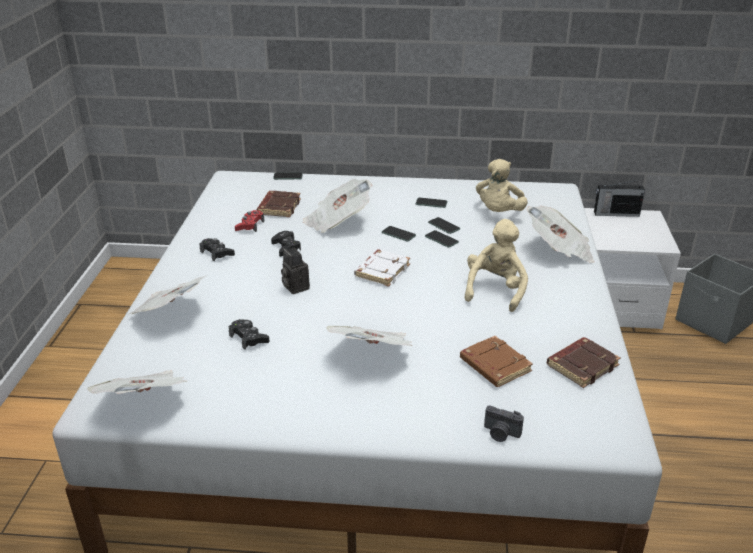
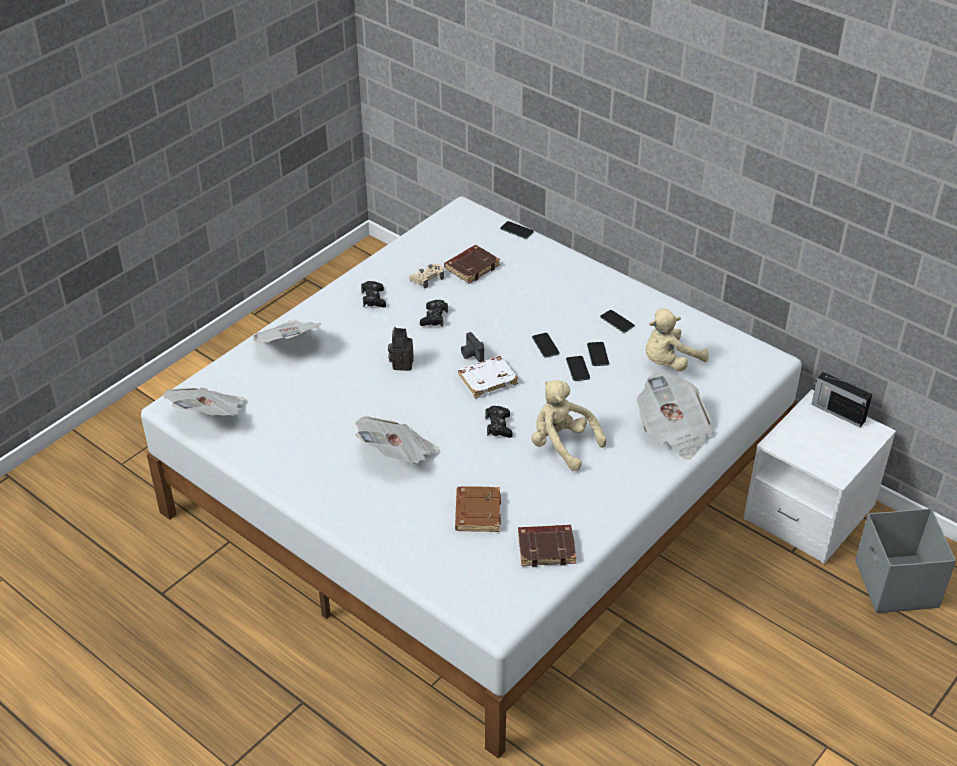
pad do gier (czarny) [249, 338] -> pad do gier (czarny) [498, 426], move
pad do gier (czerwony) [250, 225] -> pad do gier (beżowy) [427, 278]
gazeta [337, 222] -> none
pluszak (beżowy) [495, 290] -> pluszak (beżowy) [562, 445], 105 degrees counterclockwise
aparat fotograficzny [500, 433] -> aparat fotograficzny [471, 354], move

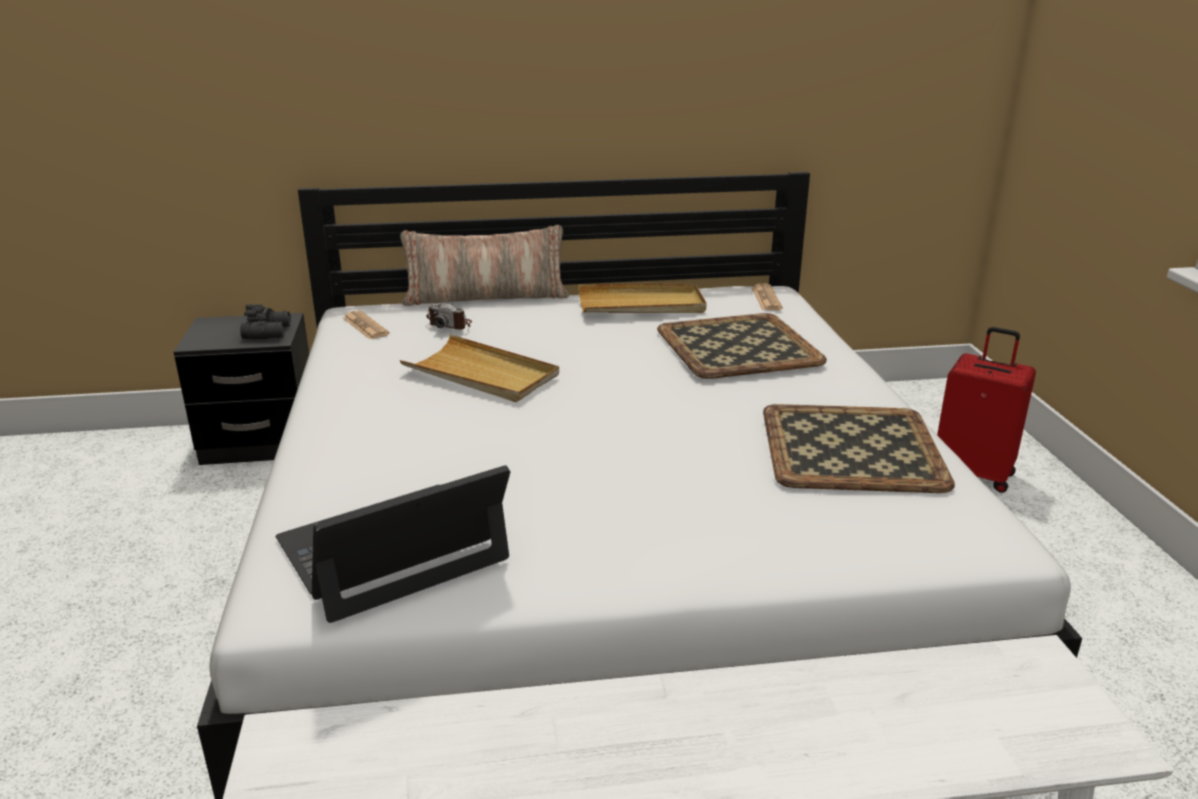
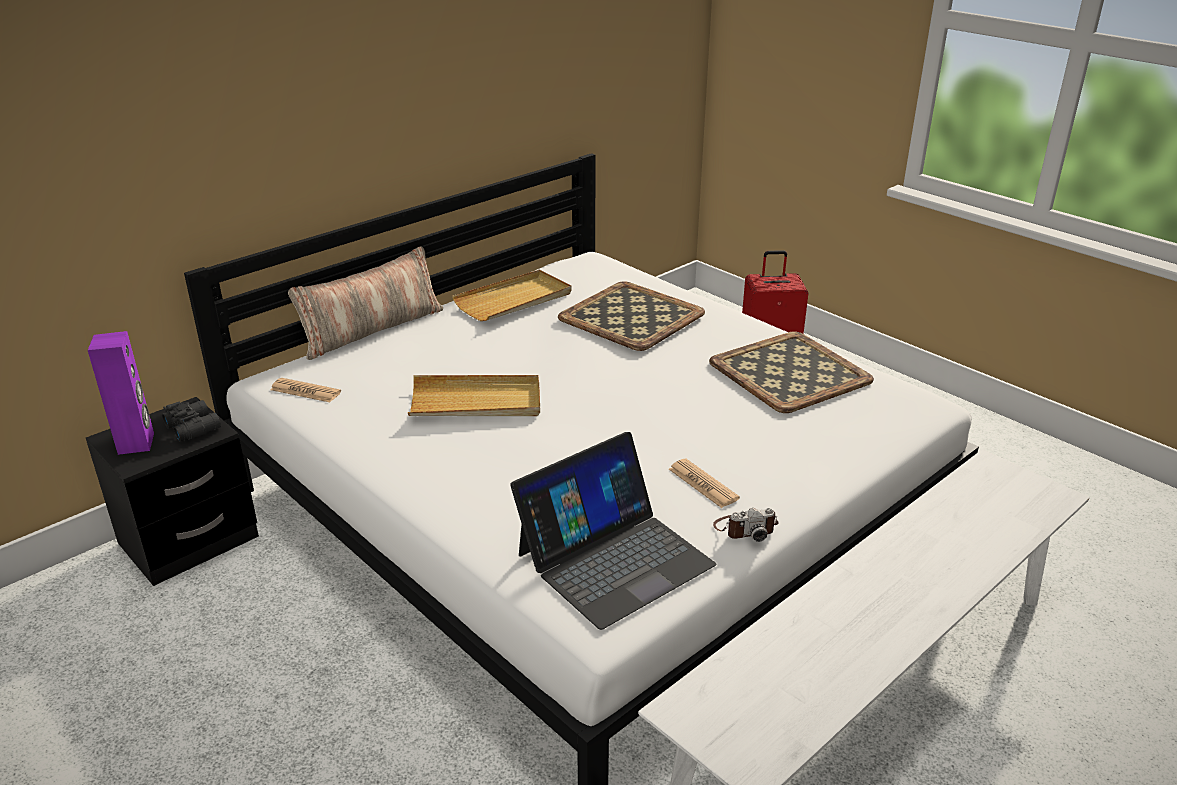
laptop [392, 550] -> laptop [614, 558], 150 degrees counterclockwise
aparat fotograficzny [450, 324] -> aparat fotograficzny [745, 528], move
gazeta [766, 298] -> gazeta [703, 484], move
none -> głośnik (fioletowy) [137, 443]

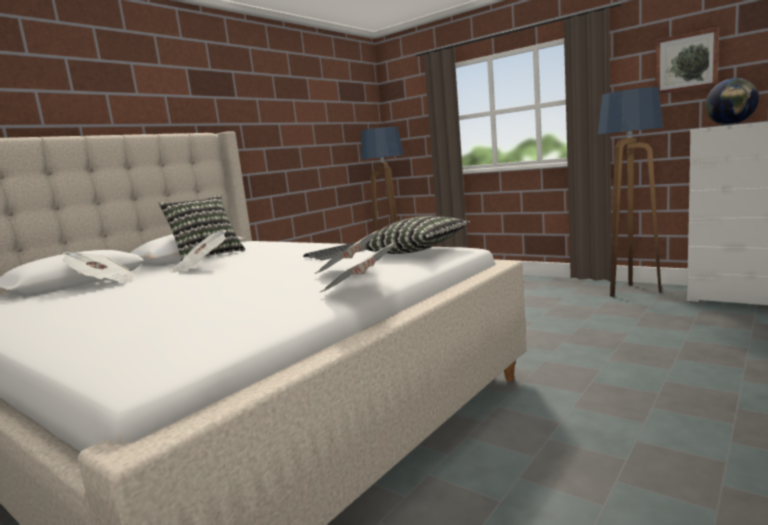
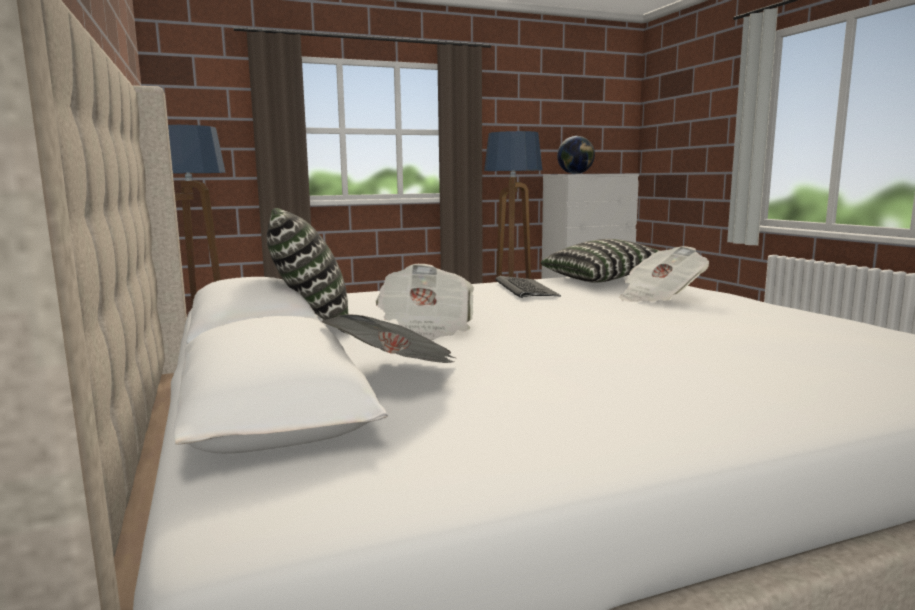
gazeta [360, 290] -> none
obraz [686, 62] -> none

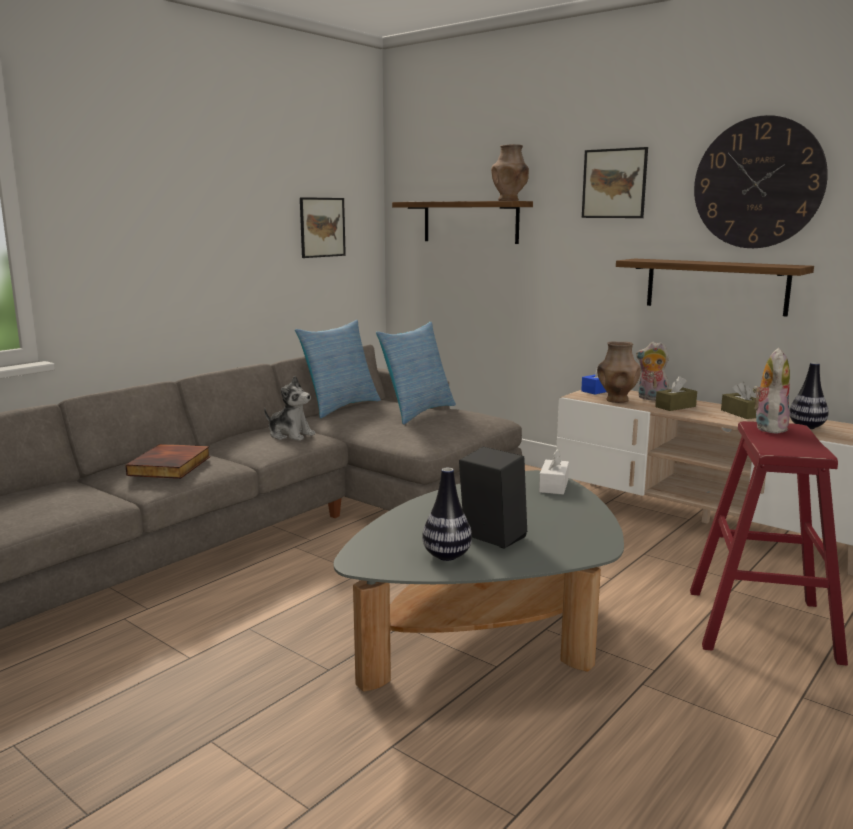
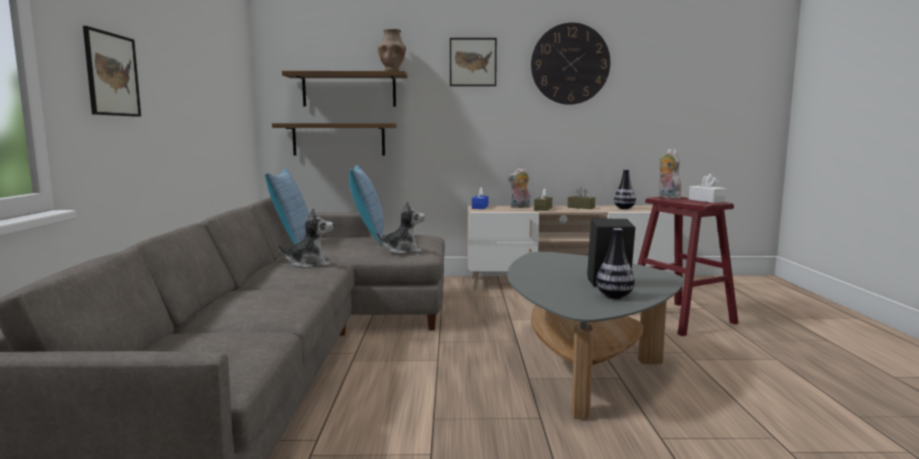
książka [171, 466] -> none
obraz [322, 227] -> obraz [112, 74], move
pudełko chusteczek (biały) [553, 486] -> pudełko chusteczek (biały) [706, 200], move
wazon (brązowy) [617, 400] -> none
półka [715, 286] -> półka [338, 139], move
none -> pluszak [403, 251]

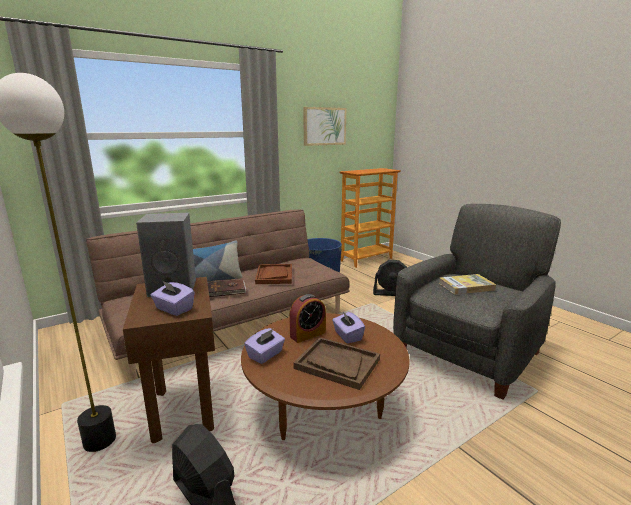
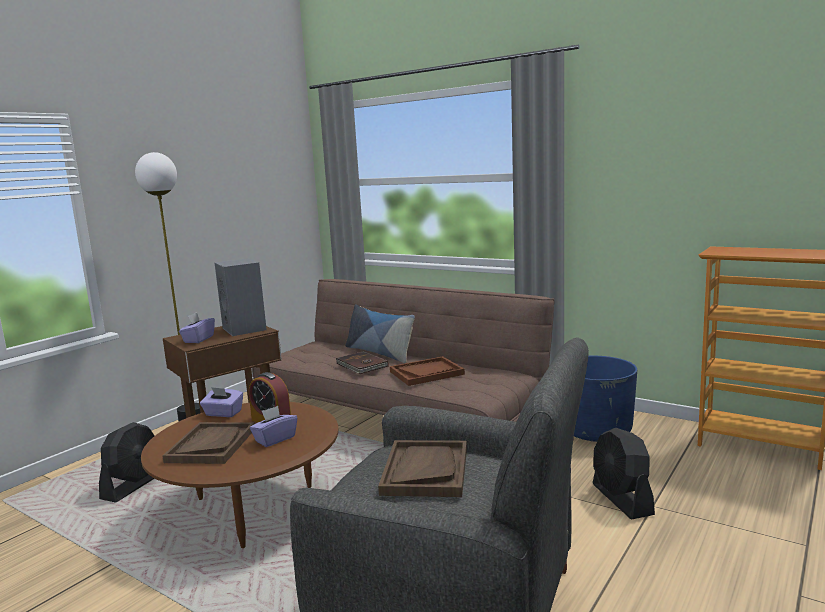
obraz [324, 126] -> none
książka [466, 286] -> taca (brązowy) [425, 470]

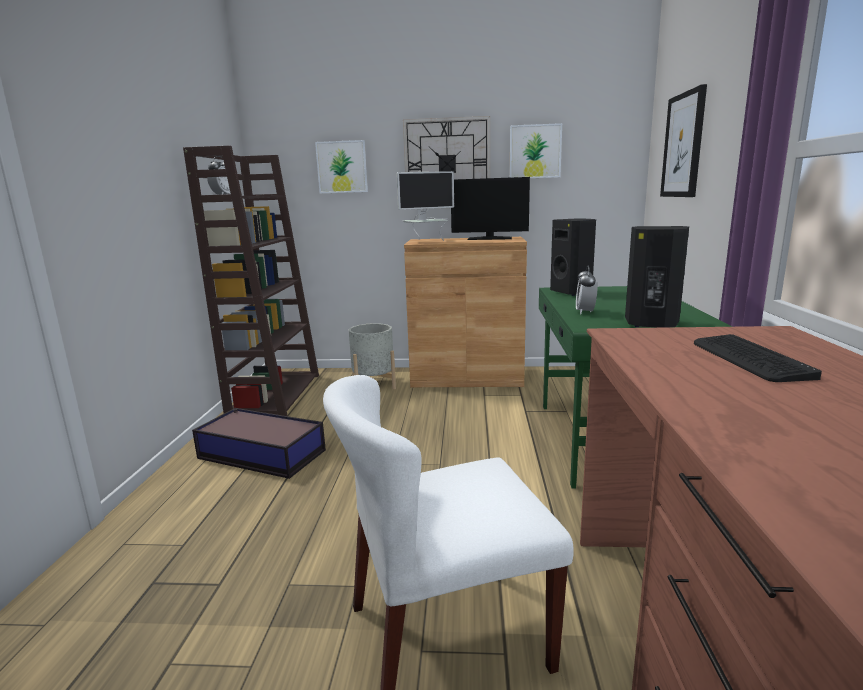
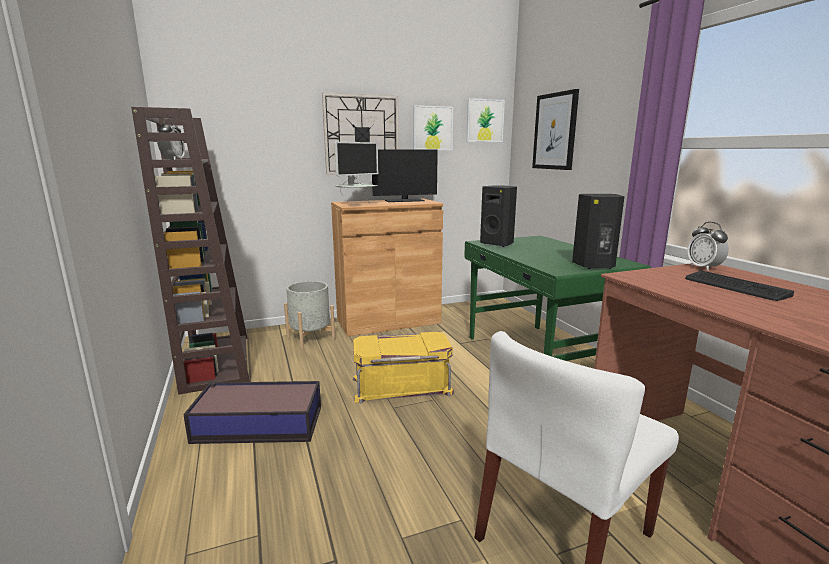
obraz [342, 167] -> obraz [484, 120], move
budzik [585, 312] -> budzik [704, 268], move
none -> pojemnik do przechowywania (żółty) [402, 385]

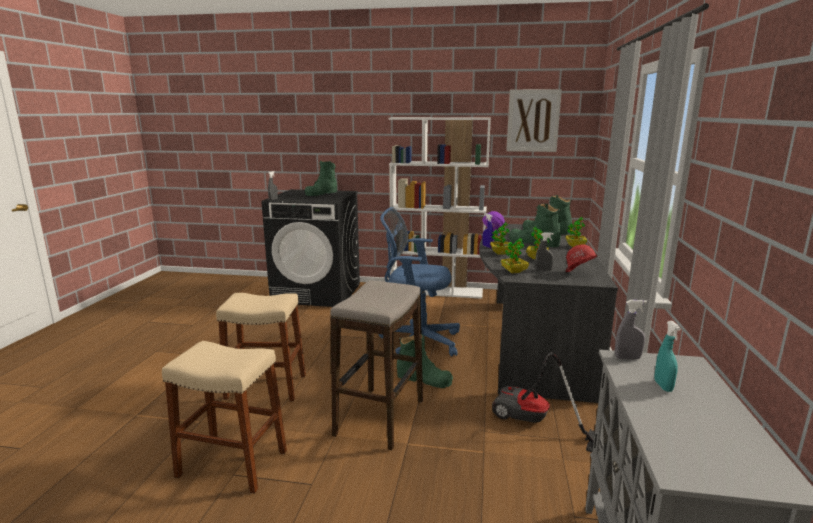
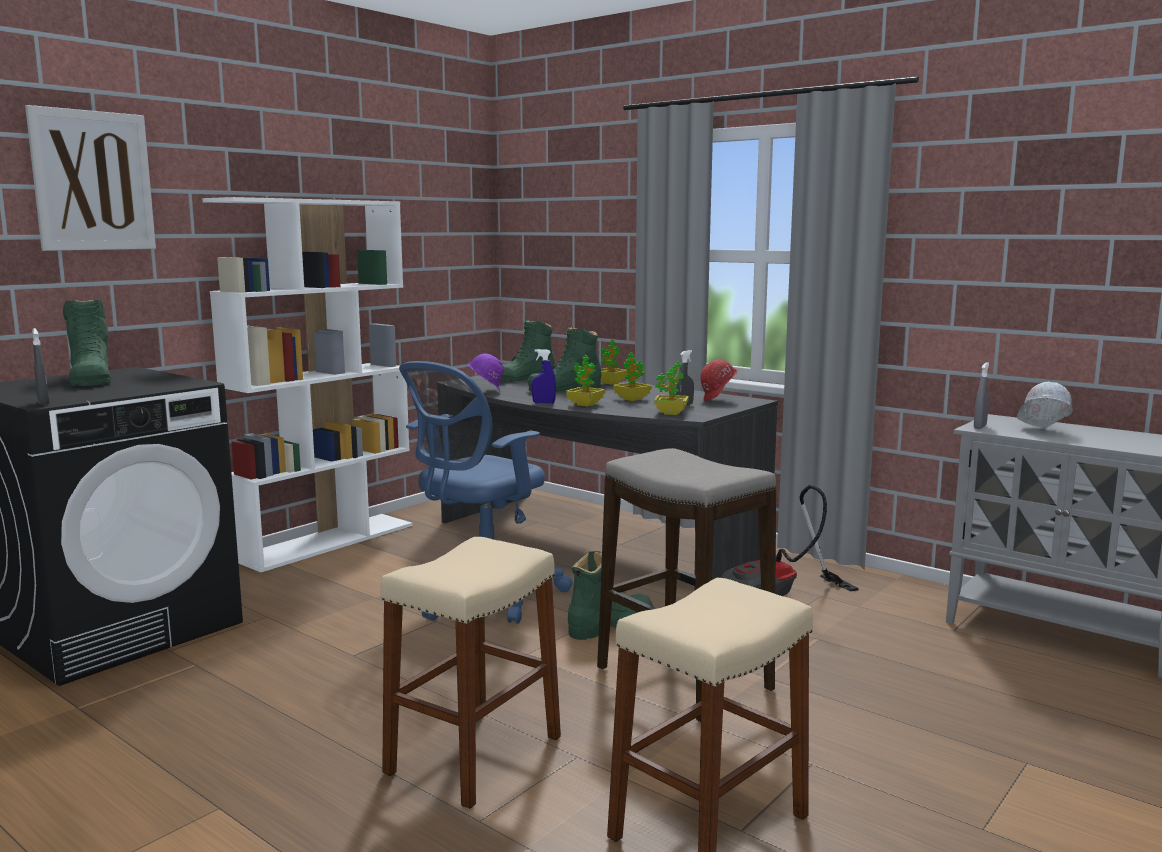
obraz [533, 120] -> obraz [93, 181], move
spryskiwacz (turkusowy) [663, 386] -> kask (biały) [1041, 431]

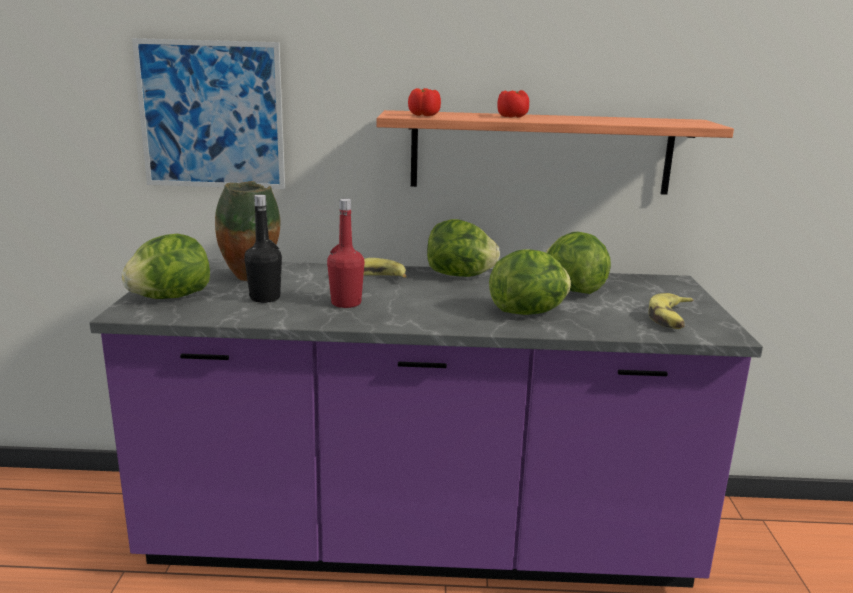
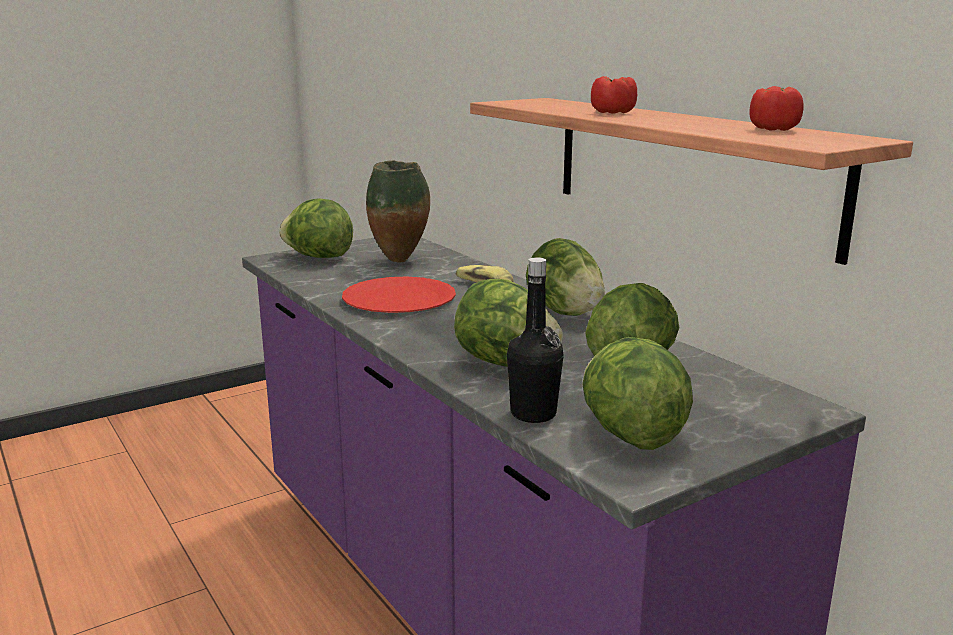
obraz [211, 115] -> none
butelka (czarny) [265, 298] -> butelka (czarny) [533, 414], move
butelka (czerwony) [346, 303] -> talerz (czerwony) [398, 299]
pomidor [424, 115] -> pomidor [774, 129], move
banan [671, 319] -> sałata [629, 435]

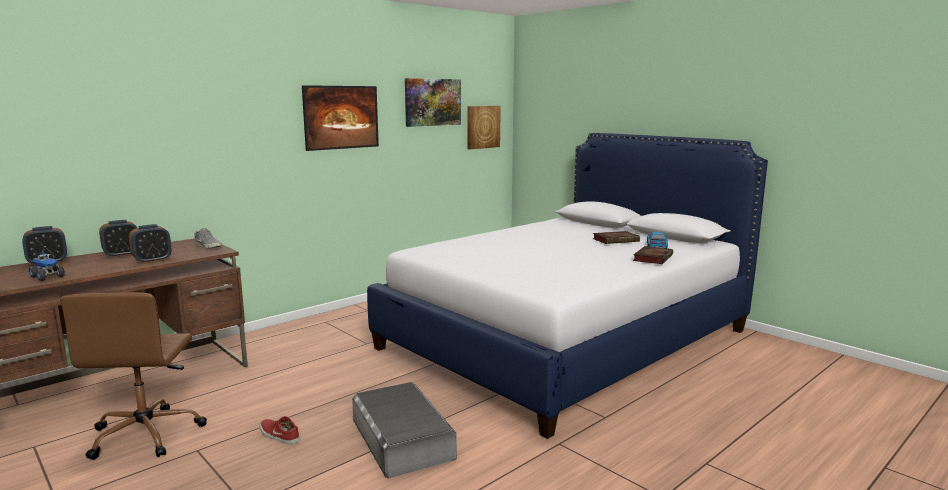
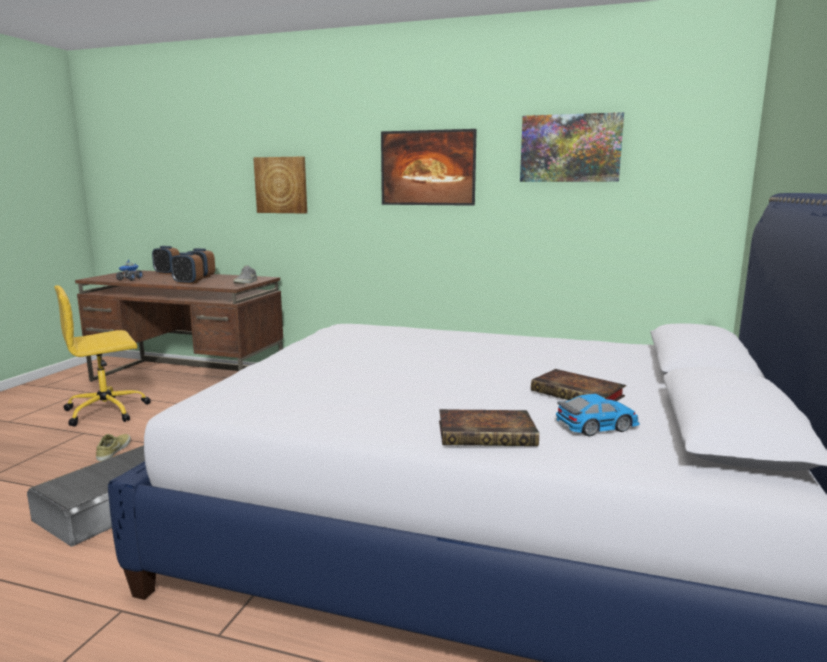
krzesło biurowe (brązowy) [147, 434] -> krzesło biurowe (żółty) [108, 411]
but (czerwony) [278, 435] -> but (beżowy) [113, 450]
obraz [482, 127] -> obraz [281, 185], move

